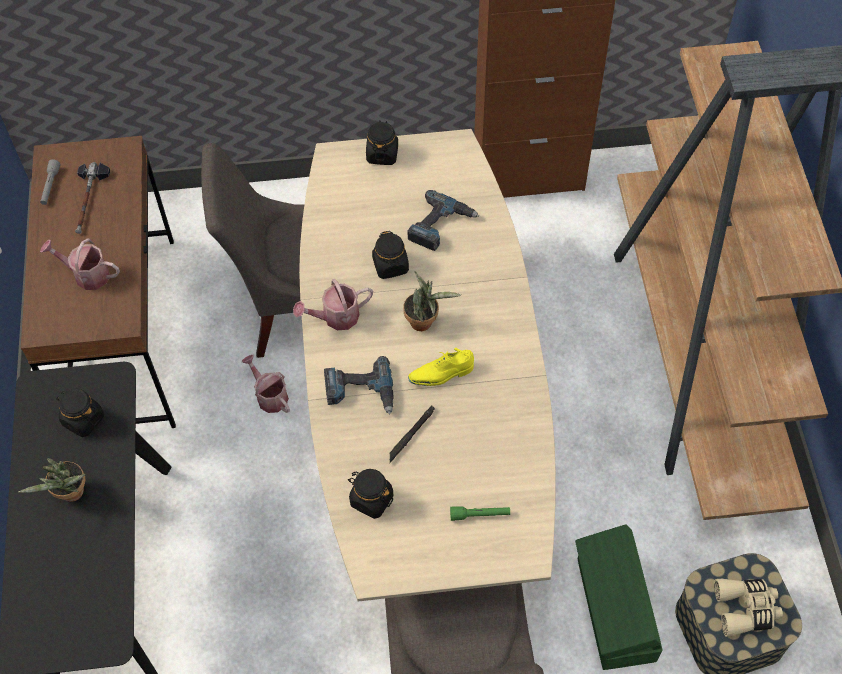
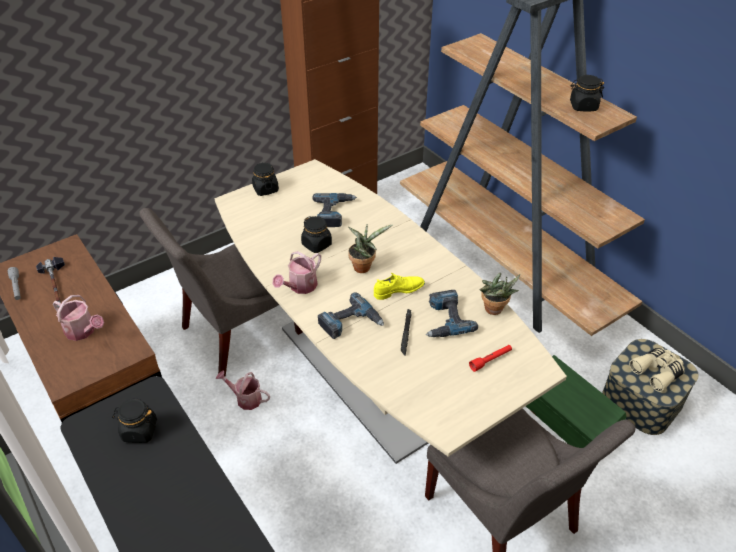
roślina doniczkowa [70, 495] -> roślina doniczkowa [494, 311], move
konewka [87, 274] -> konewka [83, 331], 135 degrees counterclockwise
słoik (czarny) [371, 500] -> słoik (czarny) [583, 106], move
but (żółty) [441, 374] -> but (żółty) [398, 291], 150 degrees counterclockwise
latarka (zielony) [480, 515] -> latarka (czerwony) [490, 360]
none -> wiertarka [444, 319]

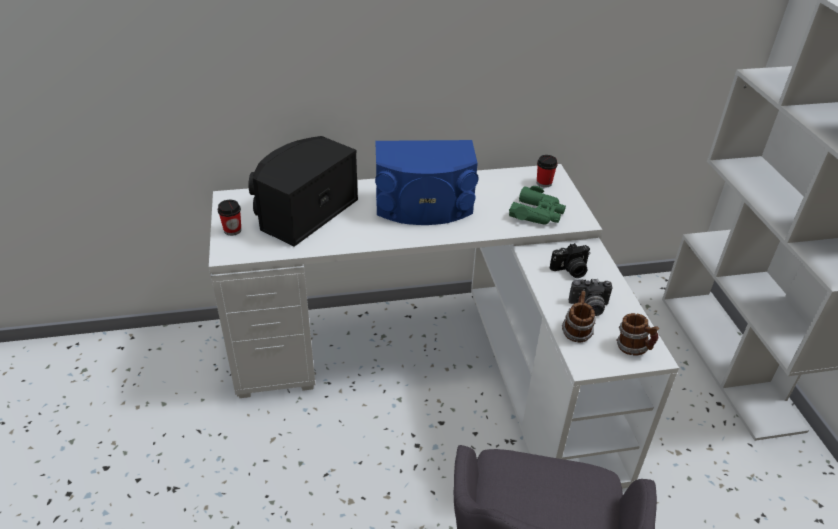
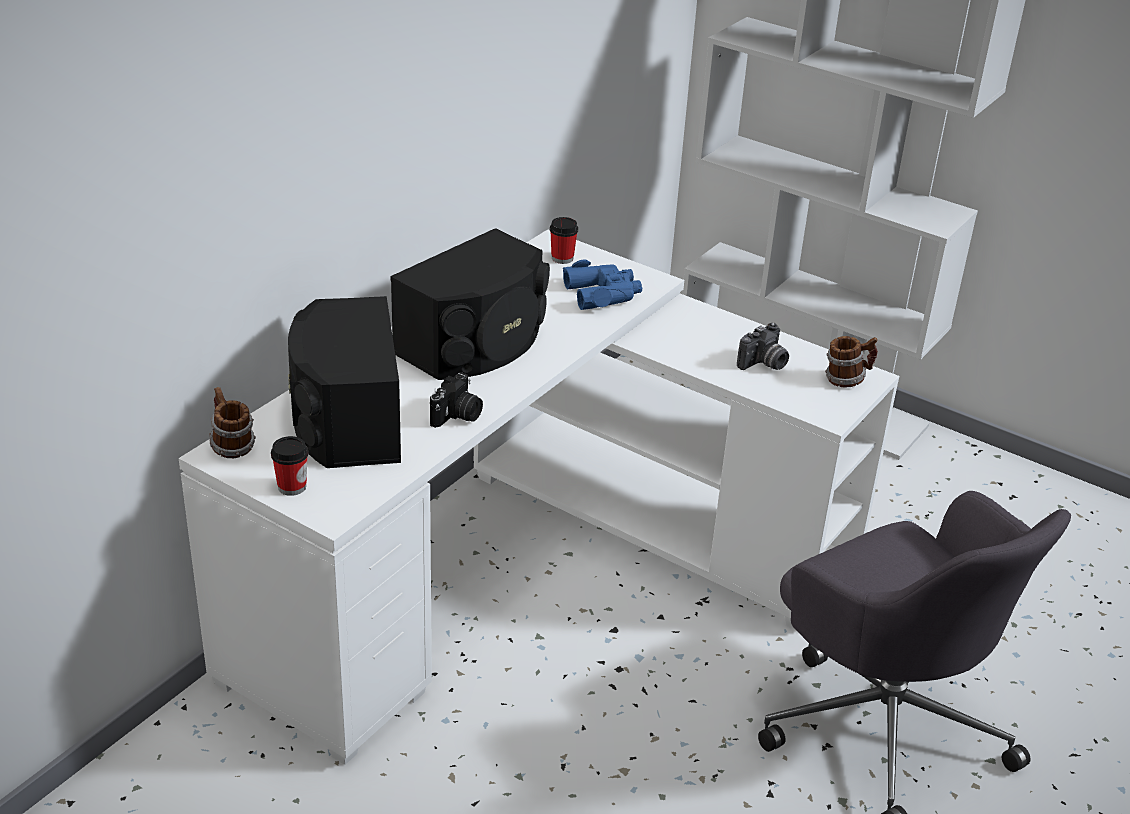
głośnik (niebieski) [424, 206] -> głośnik (czarny) [476, 344]
lornetka (zielony) [537, 213] -> lornetka (niebieski) [603, 294]
aparat fotograficzny [570, 270] -> aparat fotograficzny [457, 416], move
kubek [576, 331] -> kubek [231, 446], move

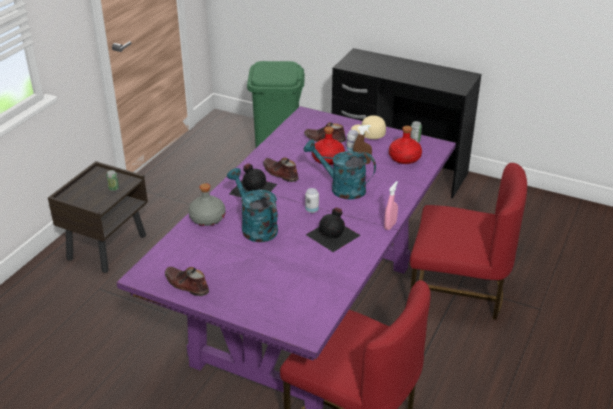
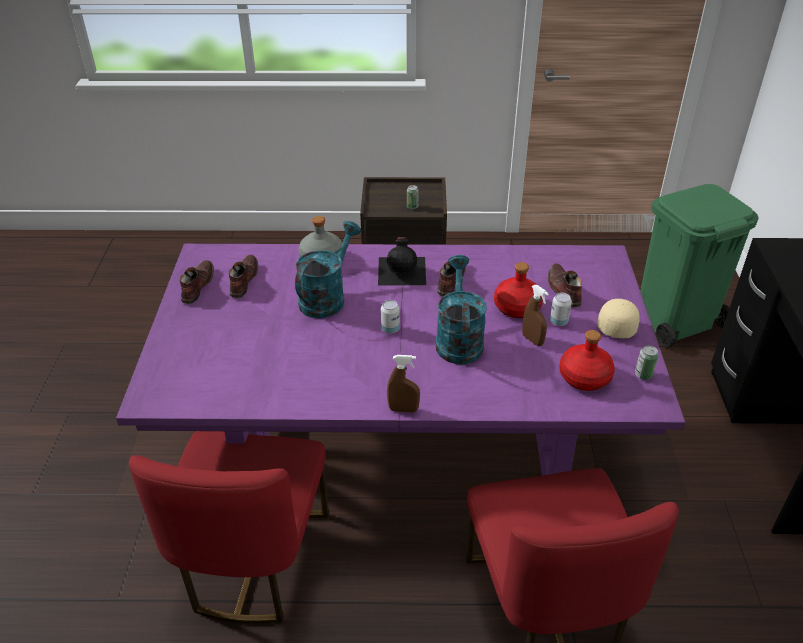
butelka (czarny) [334, 235] -> none
spryskiwacz (różowy) [390, 225] -> spryskiwacz (brązowy) [403, 409]
none -> but (brązowy) [243, 280]

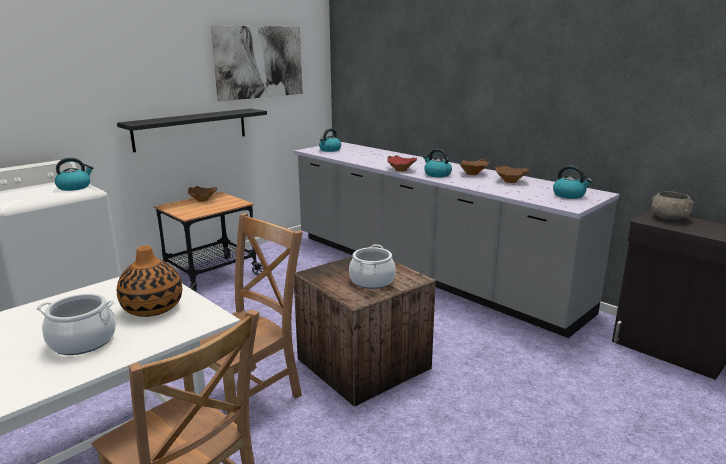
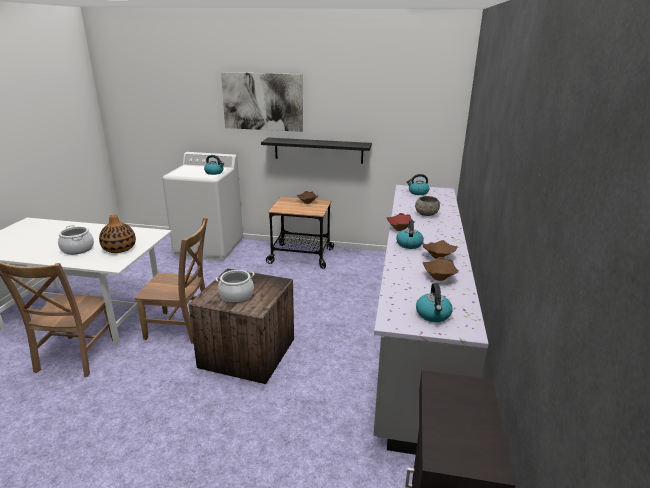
obraz [259, 62] -> obraz [262, 102], move
miska (szary) [669, 218] -> miska (szary) [426, 214], move

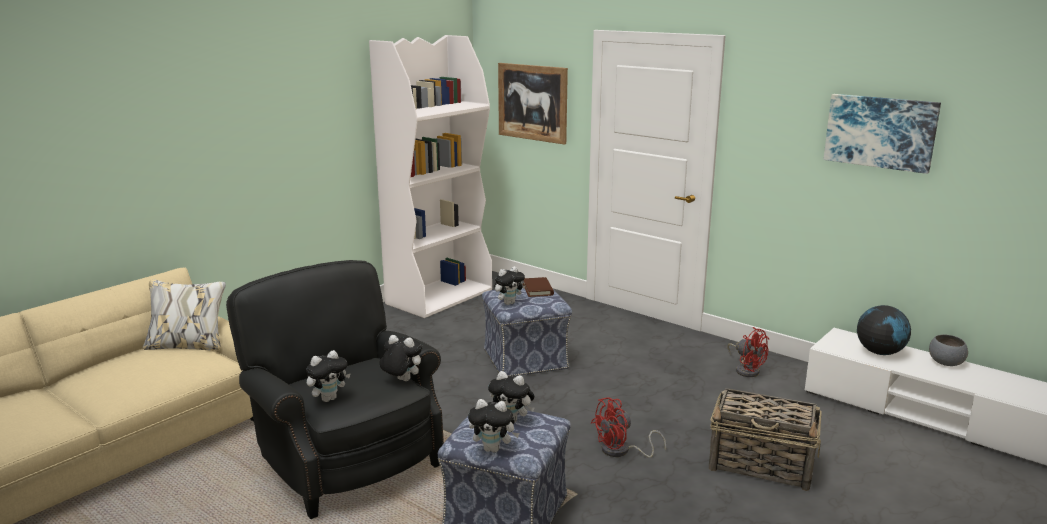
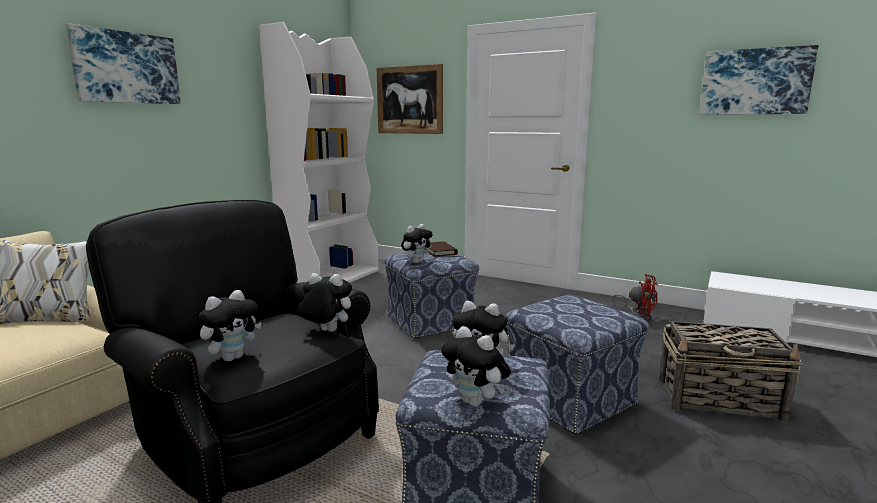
pluszak [493, 449] -> pluszak [476, 402], 45 degrees clockwise
wentylator (czerwony) [621, 451] -> pufa [570, 399]
globus [880, 352] -> none
miska (szary) [945, 363] -> none
none -> obraz [126, 68]

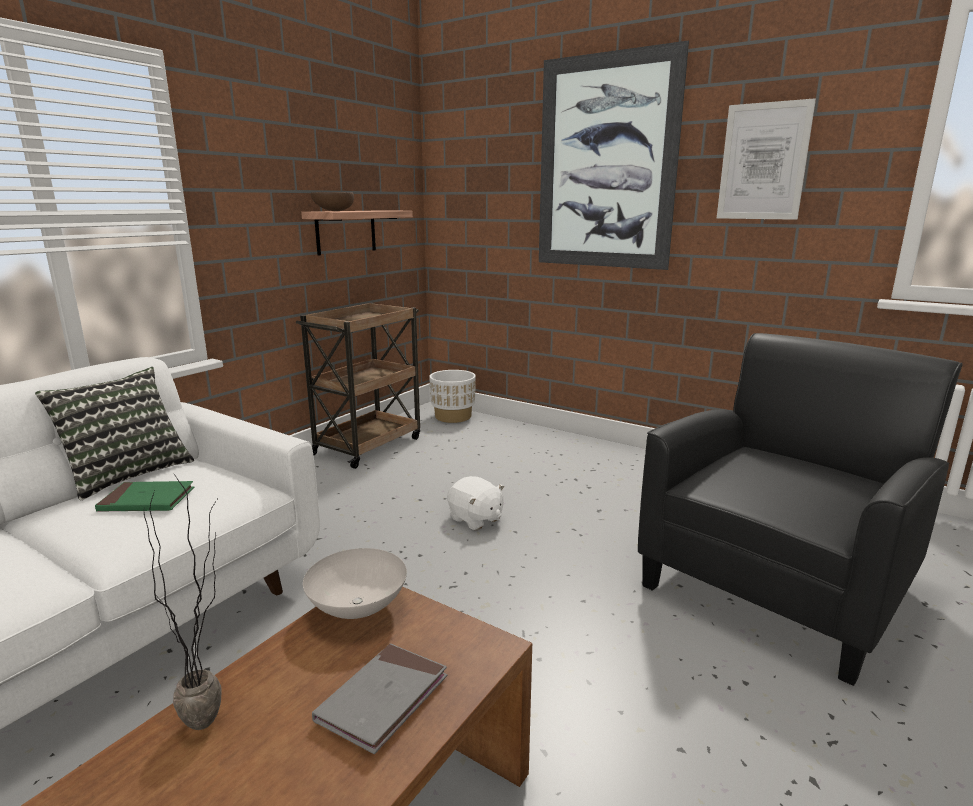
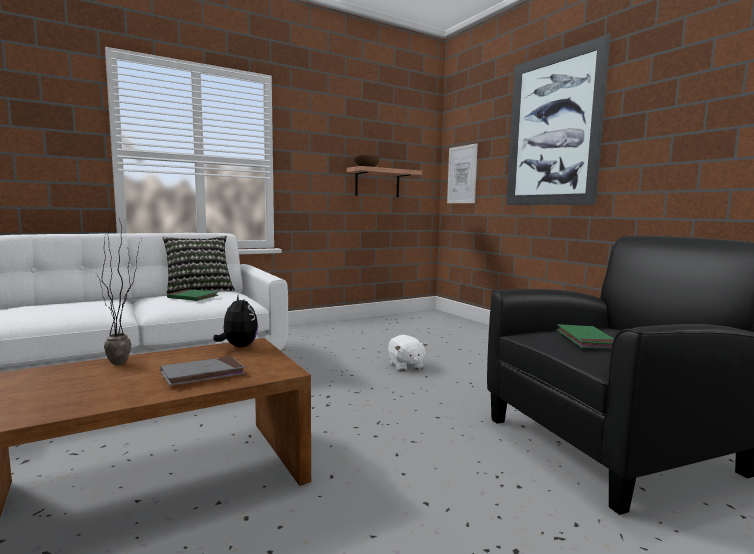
wózek (brązowy) [368, 445] -> none
miska (biały) [356, 607] -> pluszak [238, 346]
donica (biały) [453, 416] -> none
obraz [763, 162] -> obraz [462, 174], move
none -> książka (zielony) [587, 340]

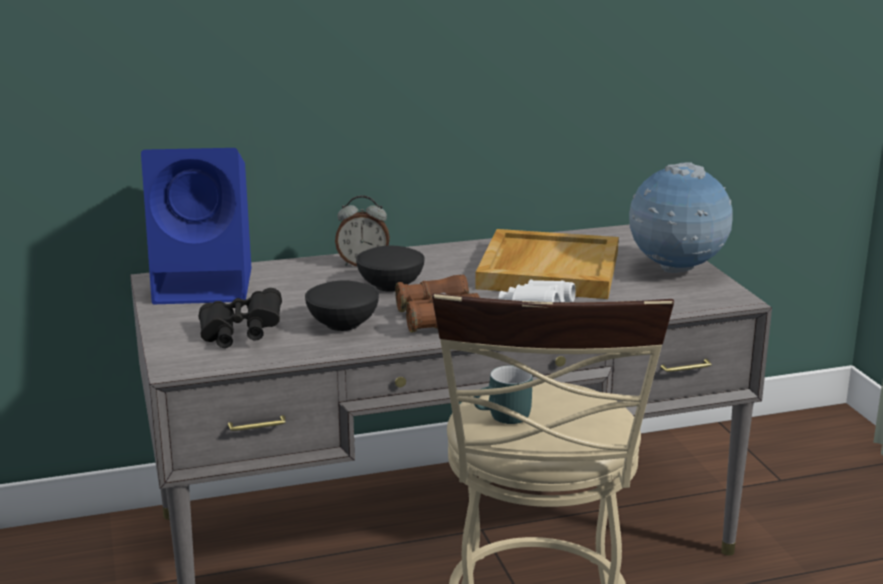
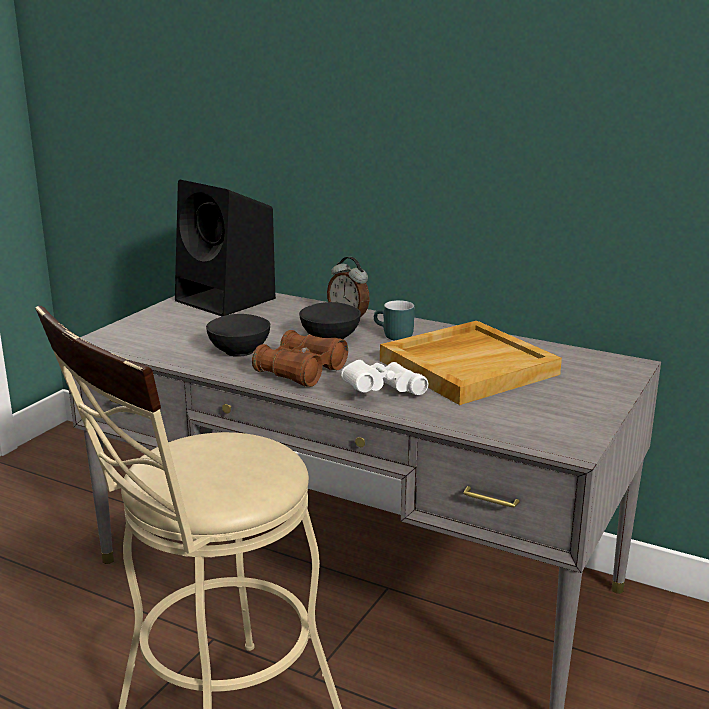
głośnik (niebieski) [206, 285] -> głośnik (czarny) [228, 300]
lornetka (czarny) [240, 335] -> none
kubek (turkusowy) [504, 418] -> kubek (turkusowy) [393, 336], move
globus [676, 270] -> none

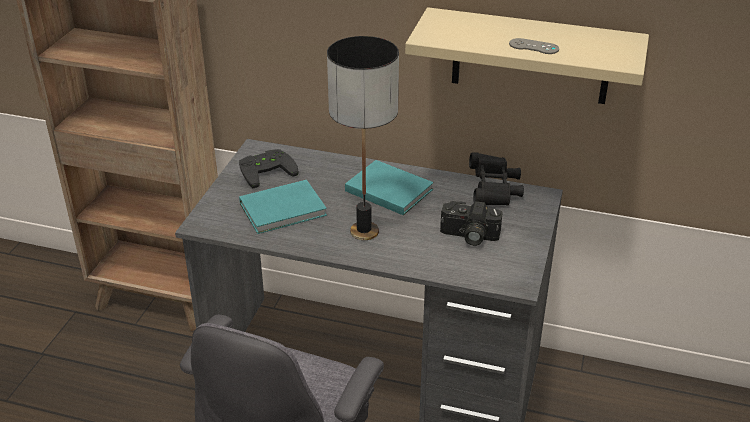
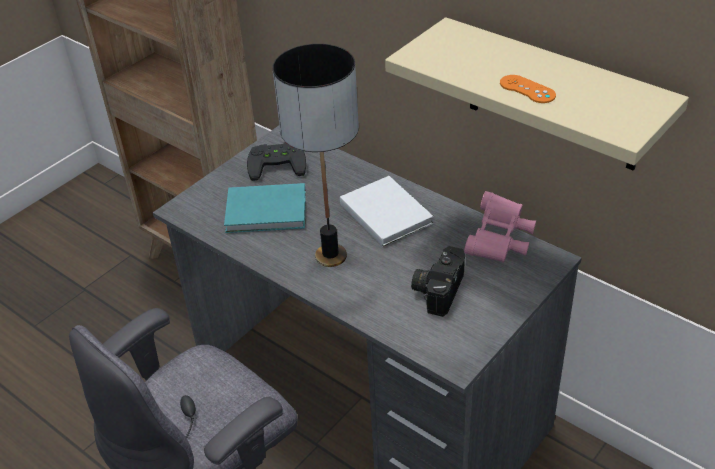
książka (turkusowy) [388, 189] -> książka (biały) [385, 212]
aparat fotograficzny [469, 236] -> aparat fotograficzny [437, 289], 75 degrees clockwise
lornetka (czarny) [494, 191] -> lornetka (różowy) [499, 241]
pad do gier (szary) [533, 46] -> pad do gier (pomarańczowy) [527, 89]

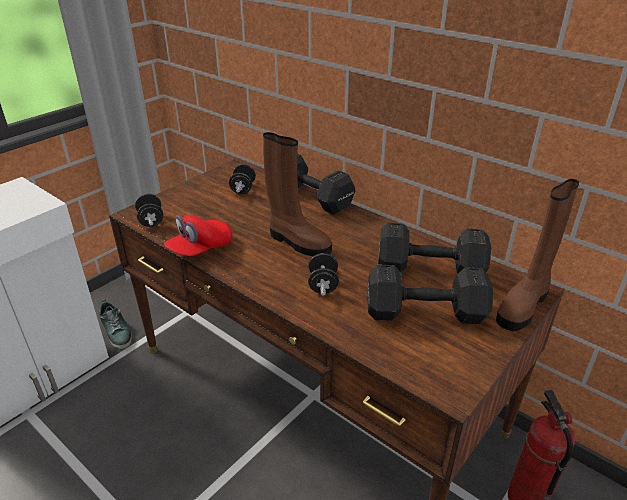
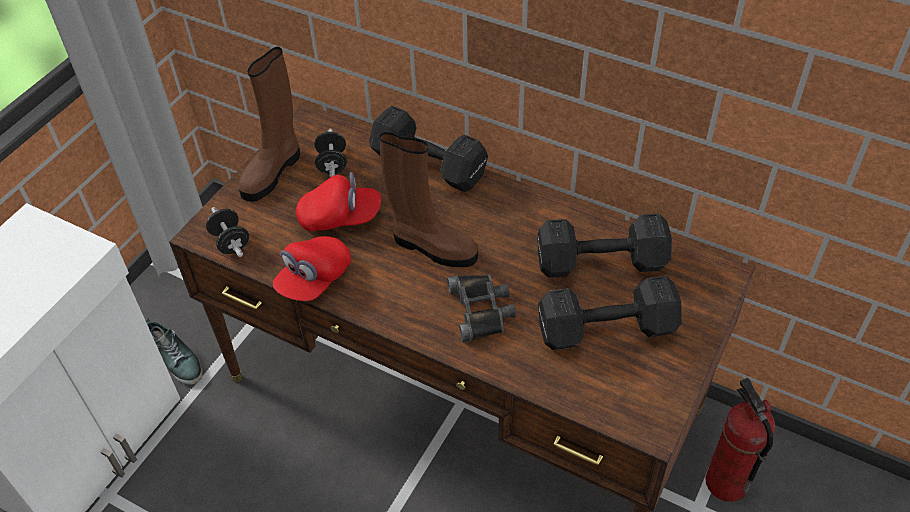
hantel (czarny) [323, 285] -> lornetka (czarny) [481, 310]
but z cholewką (brązowy) [523, 306] -> but z cholewką (brązowy) [272, 172], move
none -> czapka z daszkiem (czerwony) [340, 217]

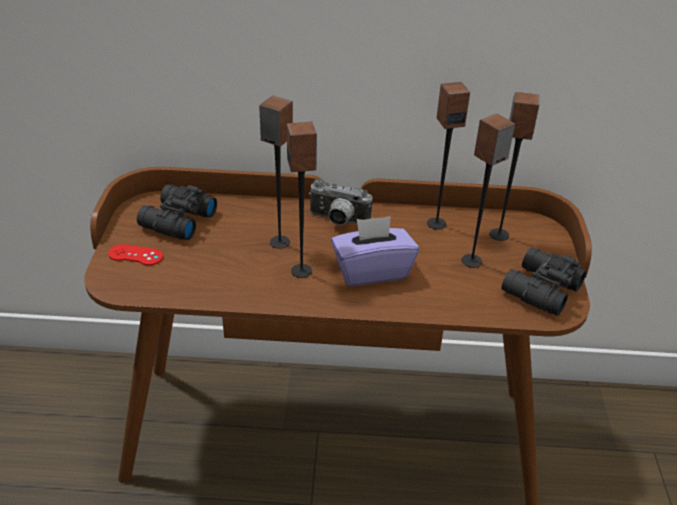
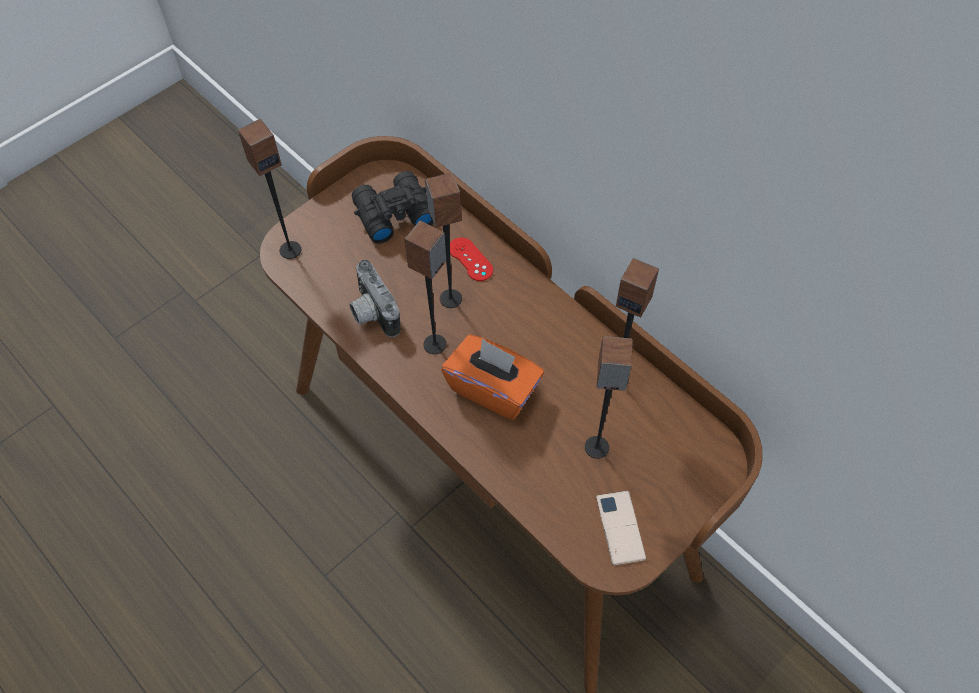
pad do gier (czerwony) [135, 255] -> pad do gier (czerwony) [470, 259], move
aparat fotograficzny [337, 221] -> aparat fotograficzny [371, 313], move
pudełko chusteczek (fioletowy) [372, 270] -> pudełko chusteczek (pomarańczowy) [493, 389]
głośnik [498, 234] -> głośnik [290, 249], move
lornetka (czarny) [539, 290] -> telefon [620, 527]

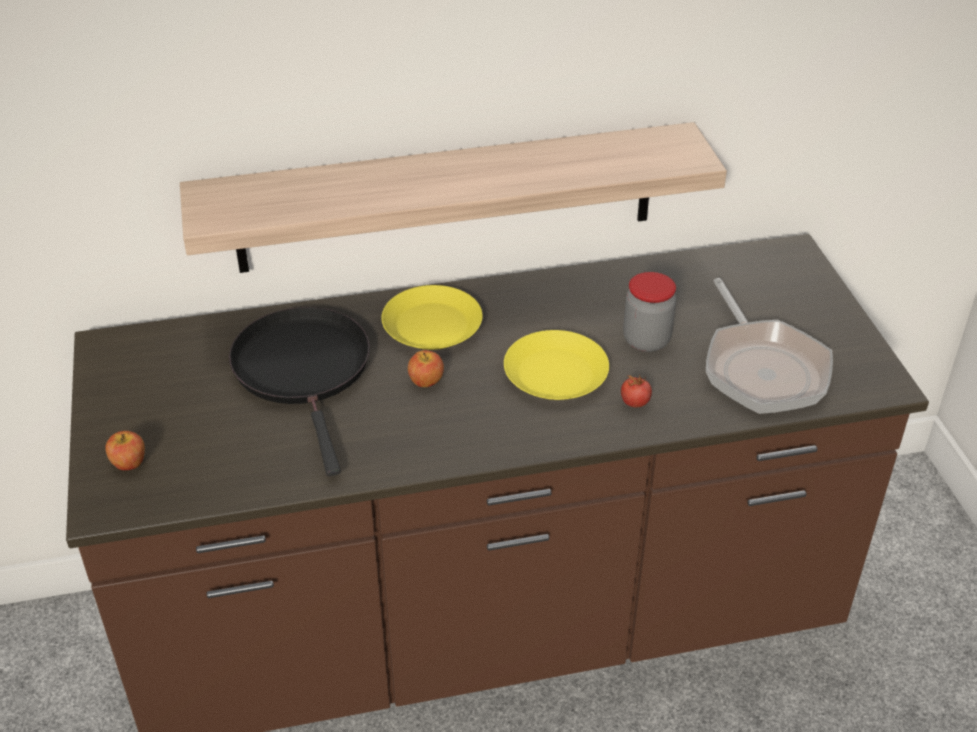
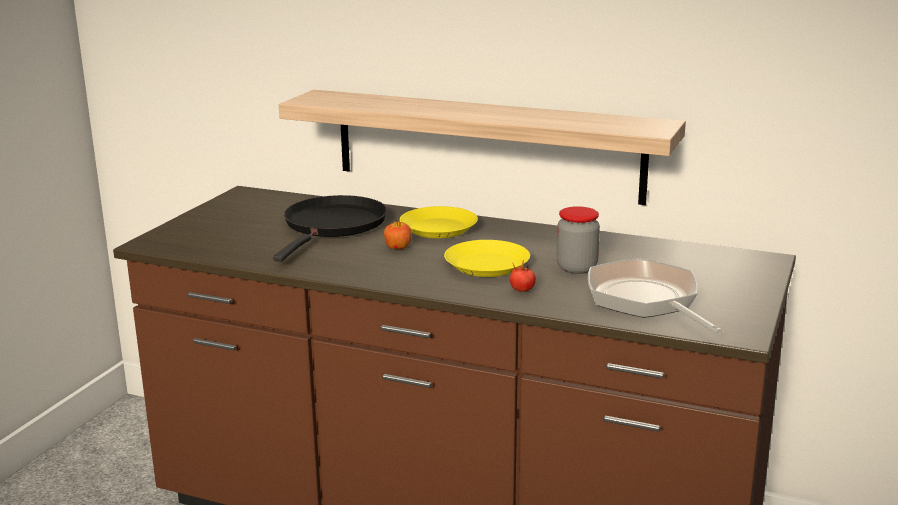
jabłko [129, 463] -> none
patelnia [762, 368] -> patelnia [646, 301], 135 degrees clockwise

